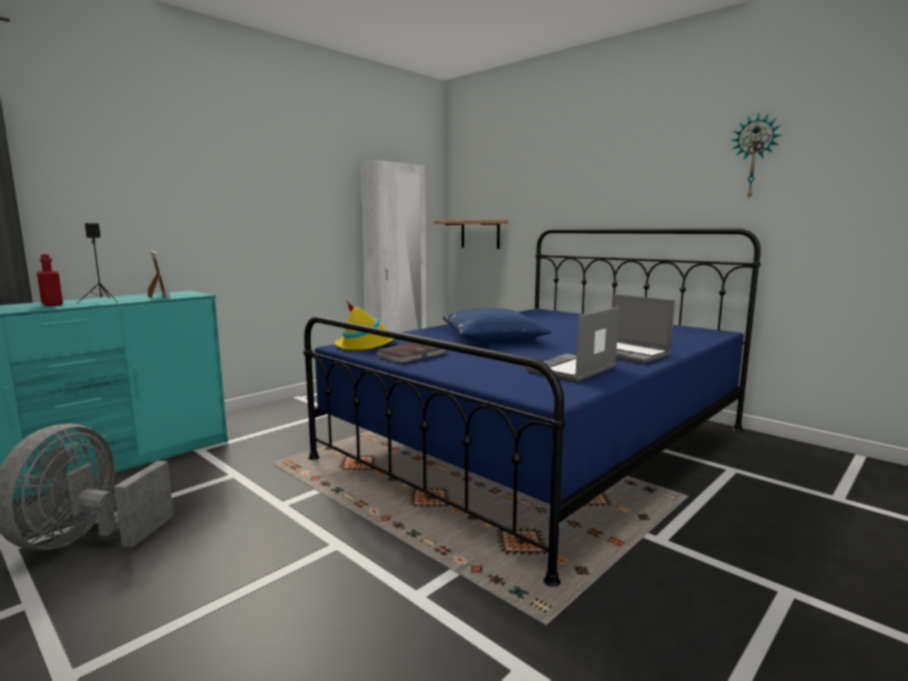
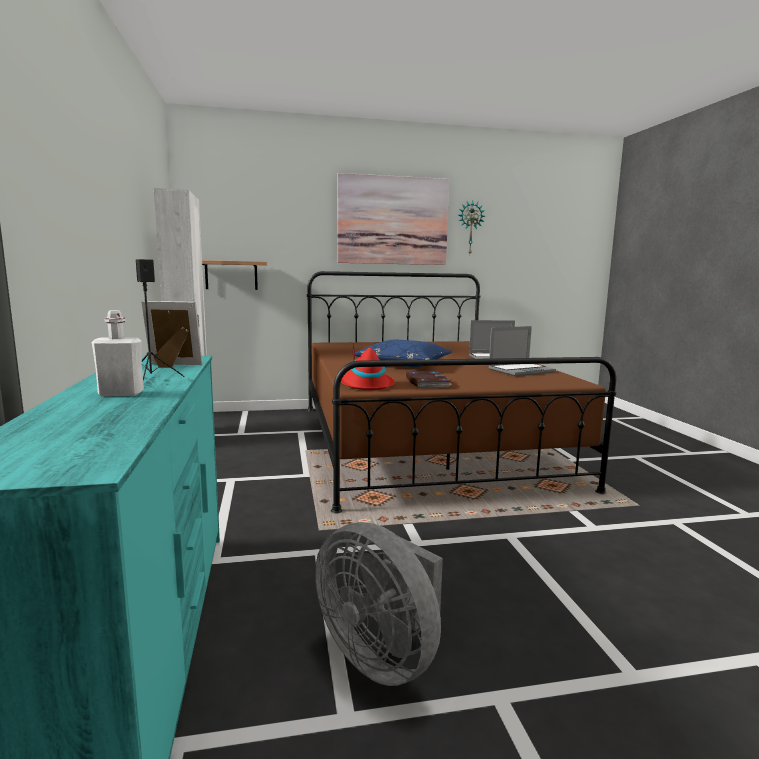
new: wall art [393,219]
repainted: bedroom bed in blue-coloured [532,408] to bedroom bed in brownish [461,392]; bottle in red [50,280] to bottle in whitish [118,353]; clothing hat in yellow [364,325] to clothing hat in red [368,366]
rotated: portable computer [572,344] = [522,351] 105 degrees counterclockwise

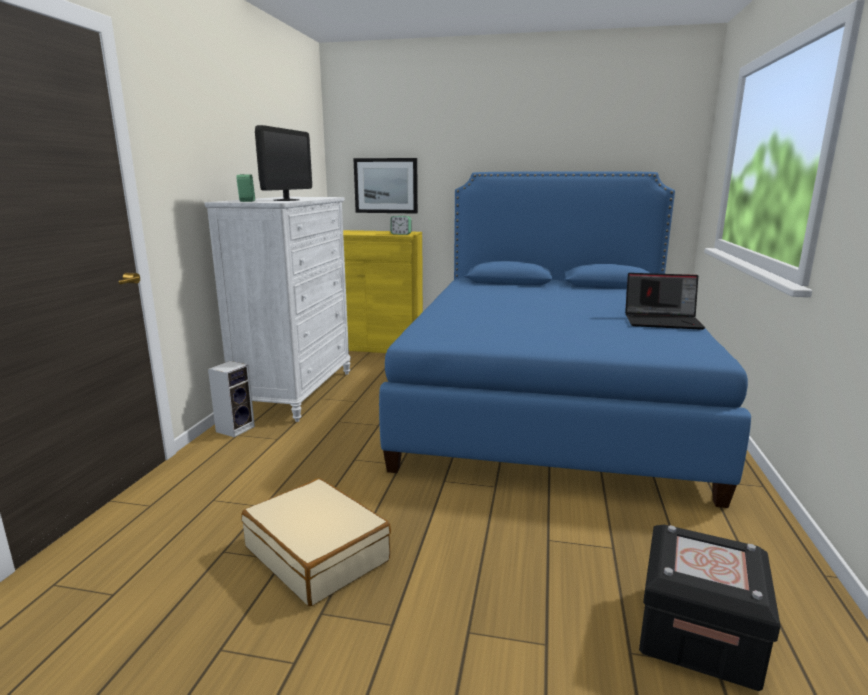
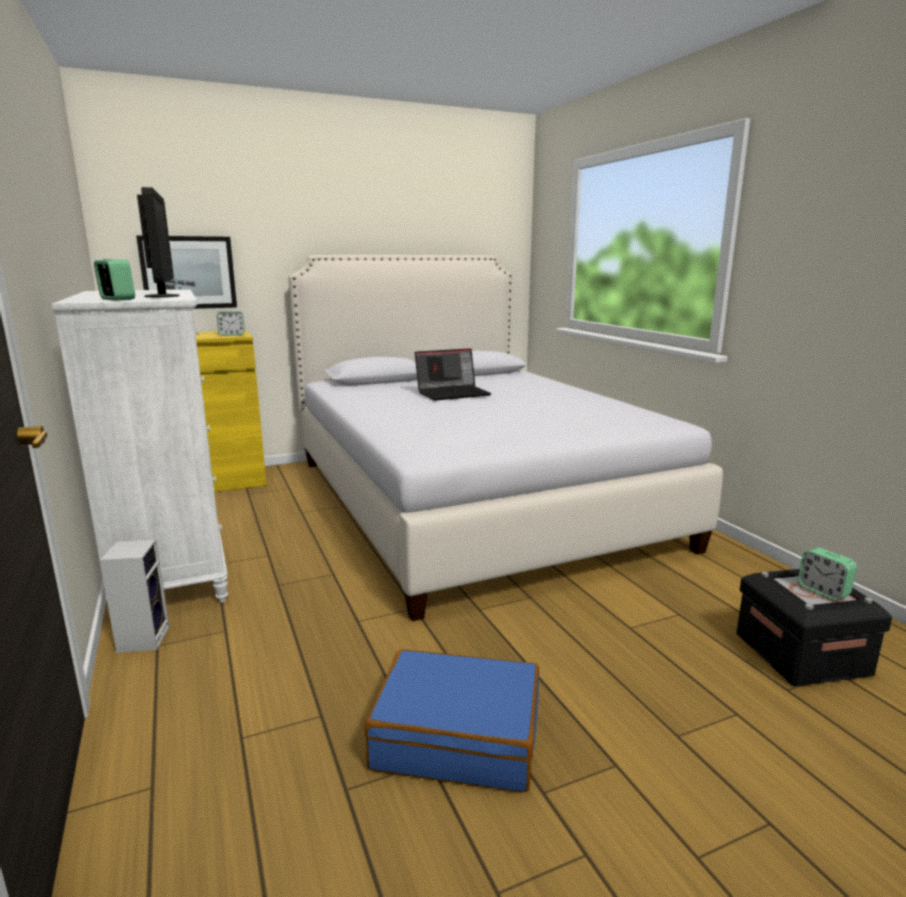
new: table clock [827,573]
shifted: portable computer [665,301] to [453,374]
repainted: bedroom bed in blue-coloured [565,339] to bedroom bed in whitish [505,438]; suitcase in sand-coloured [316,542] to suitcase in blue-coloured [452,720]

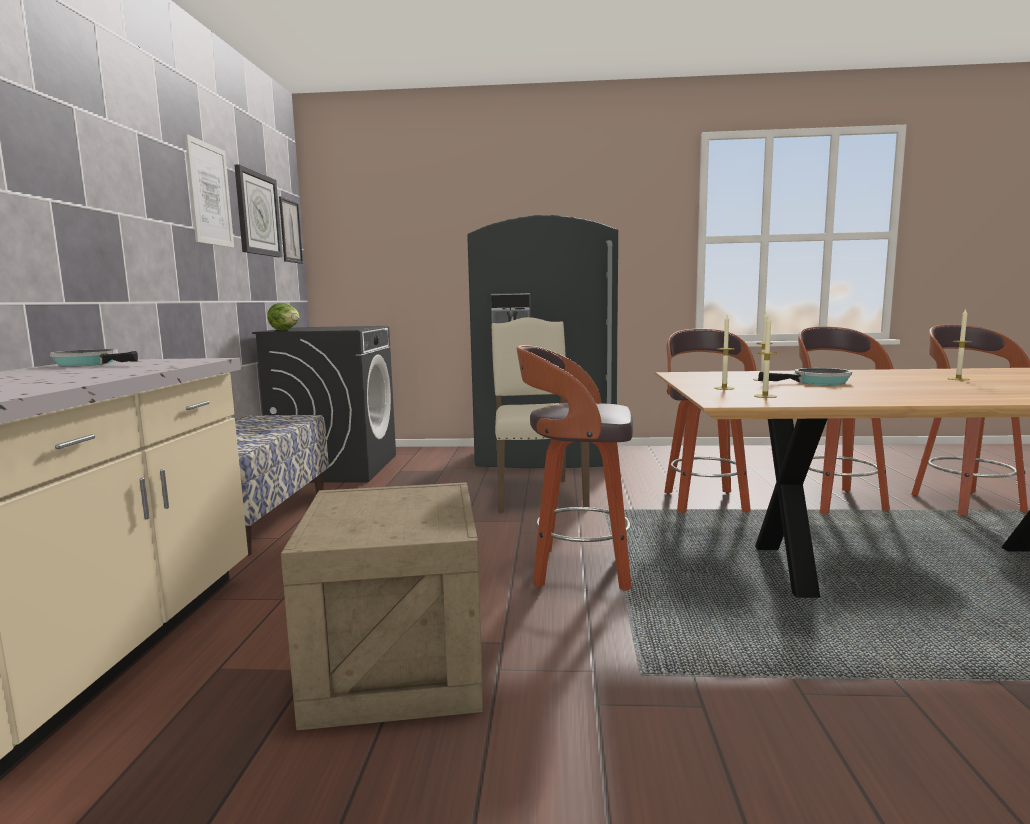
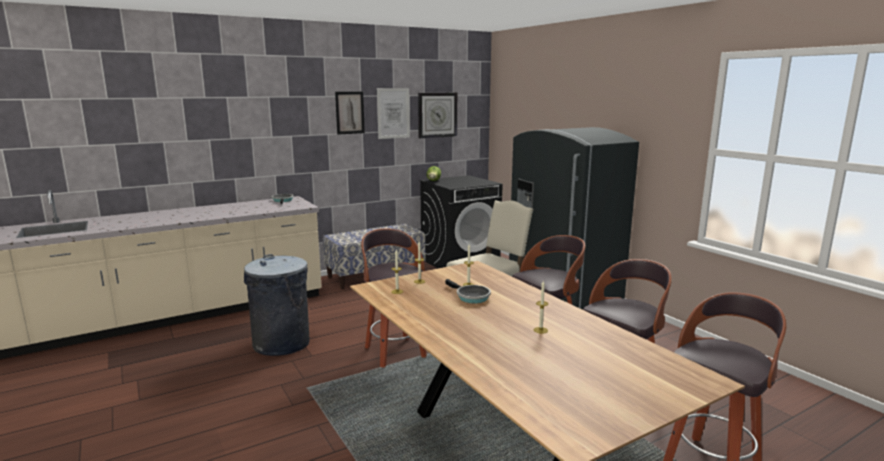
shifted: wall art [291,230] to [350,113]
swapped: crate [382,606] to waste bin in gray [277,305]

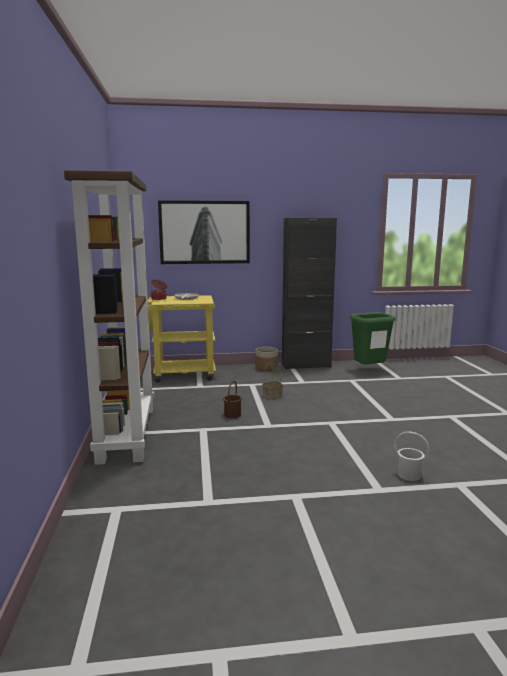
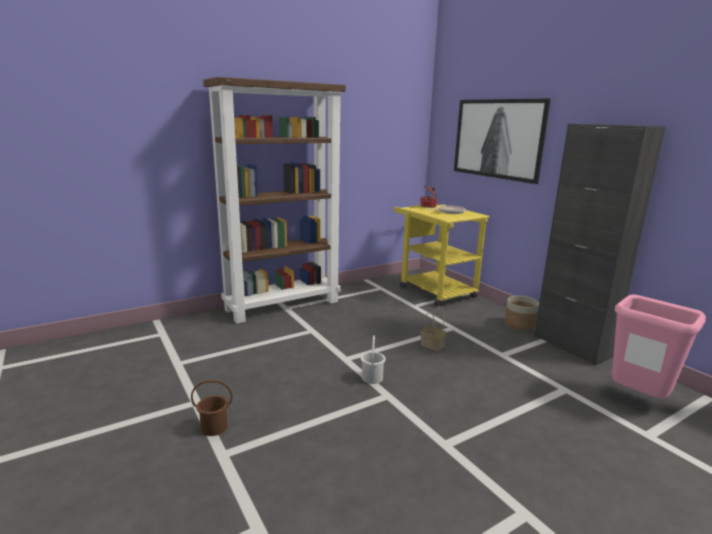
shifted: bucket in brownish [232,399] to [211,408]; bucket in whitish [411,456] to [373,359]
repainted: waste bin in green [373,338] to waste bin in pink [659,346]

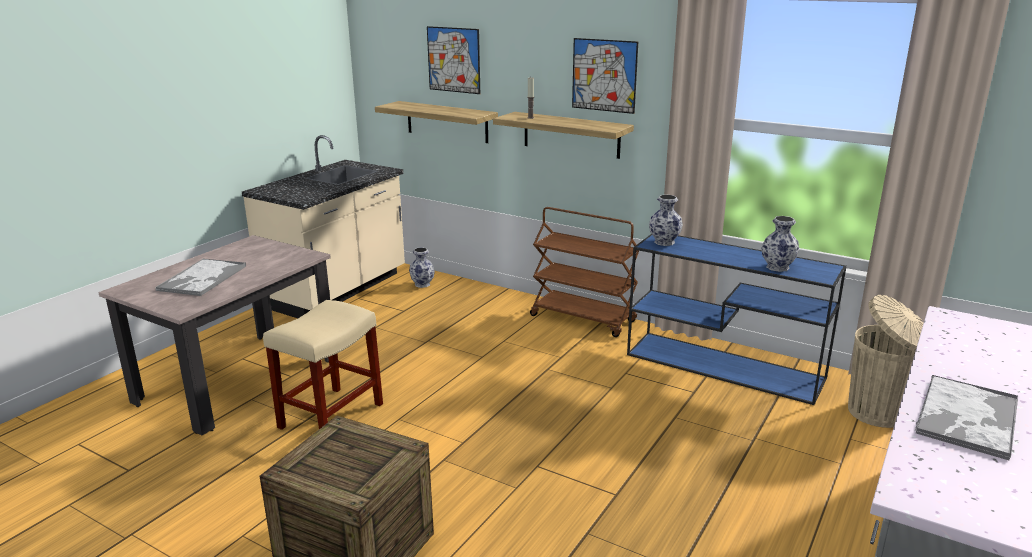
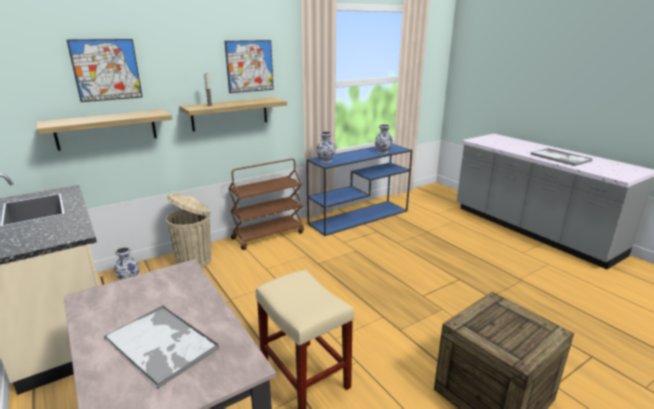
shifted: waste bin in sand-coloured [885,361] to [188,230]

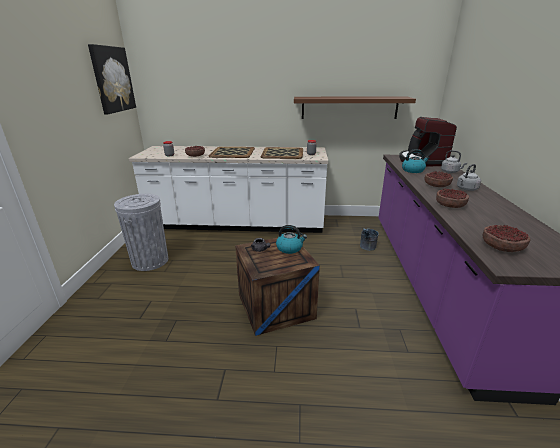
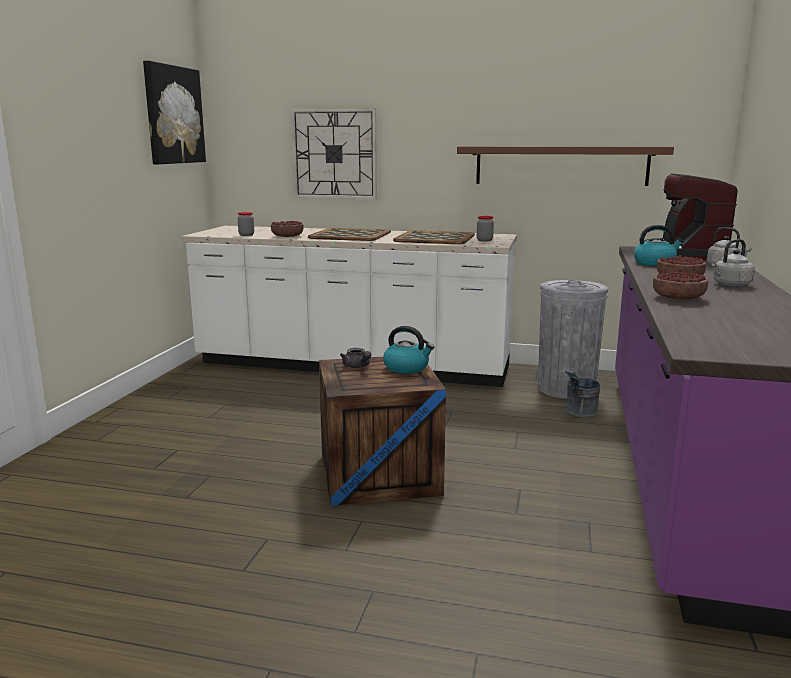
gone: serving bowl [506,238]
new: wall clock [334,153]
shifted: waste bin in gray [141,232] to [573,339]

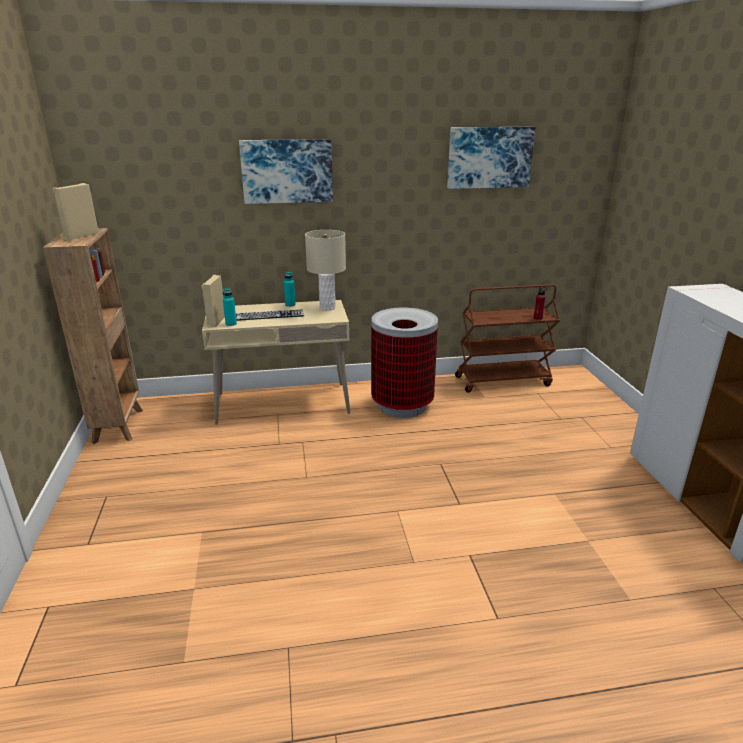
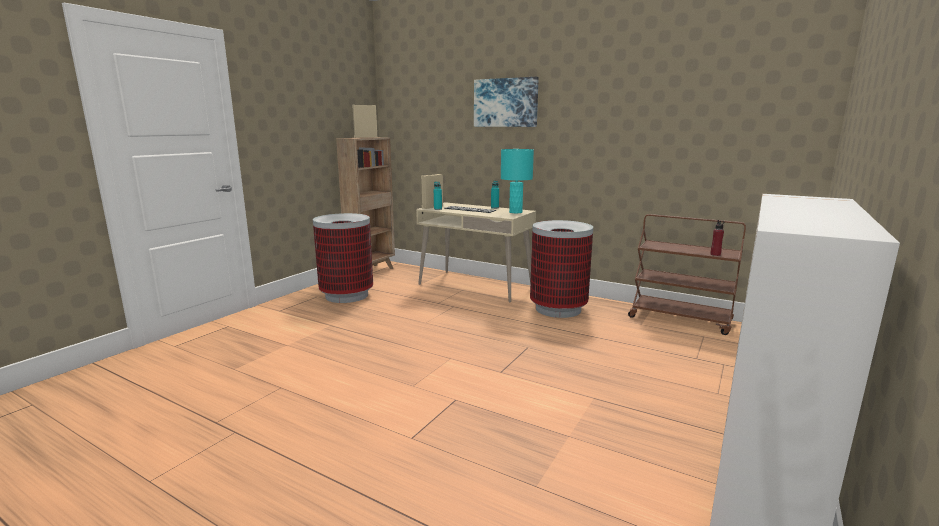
gone: wall art [491,158]
new: waste bin [343,258]
repainted: lamp for a table in sand-coloured [325,270] to lamp for a table in turquoise [517,181]

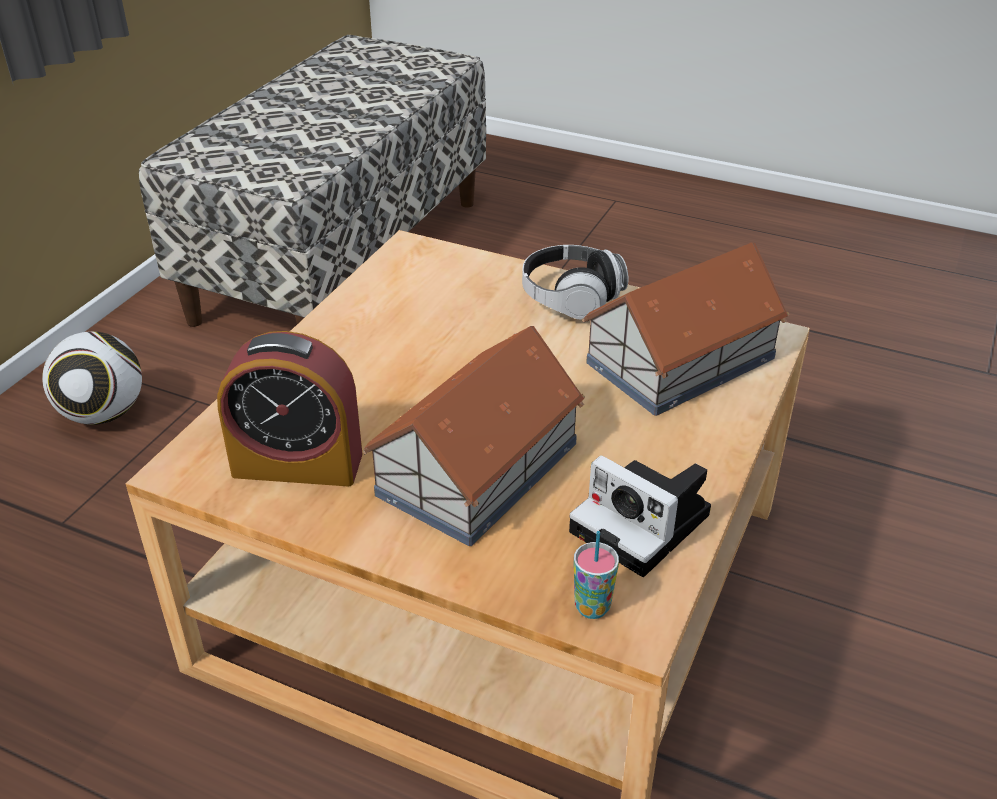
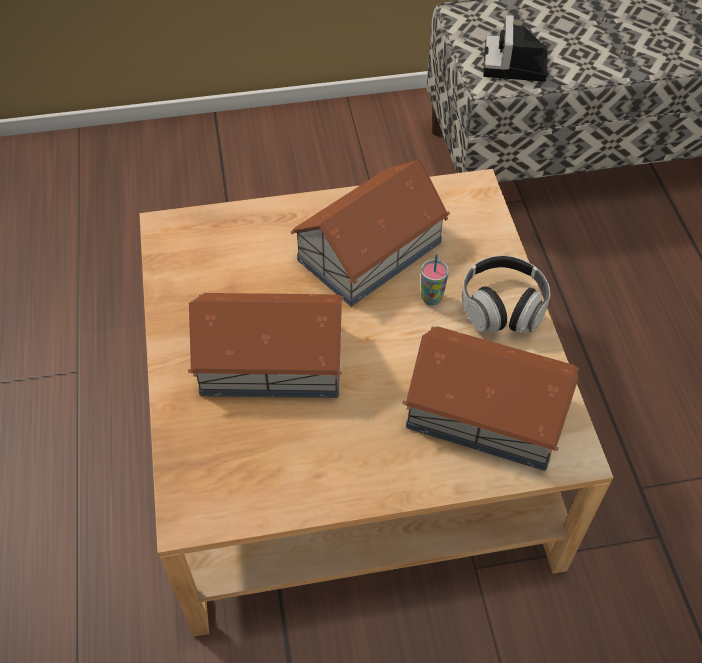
gone: football ball [92,378]; table clock [289,409]
new: model house [370,233]
shifted: photo camera [640,516] to [515,48]; small cup [596,575] to [435,279]

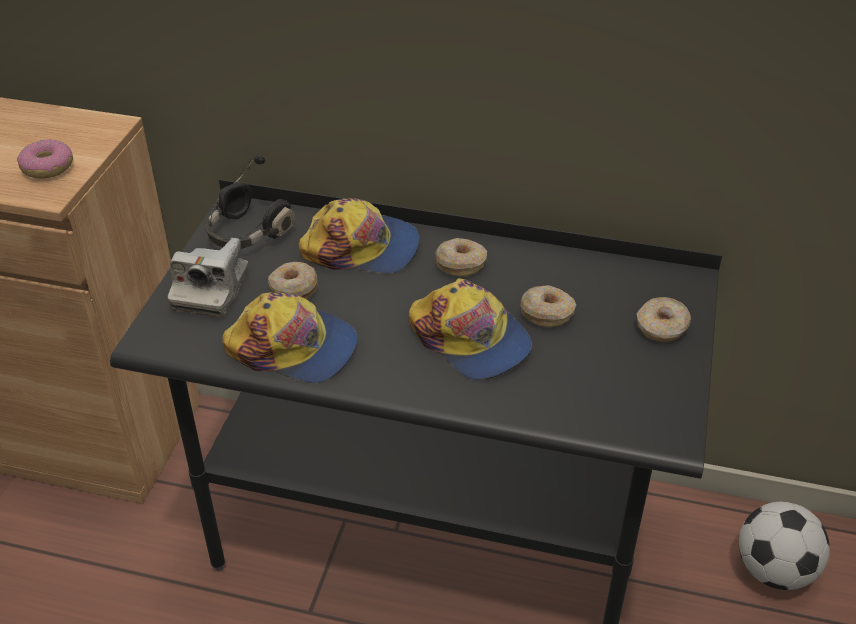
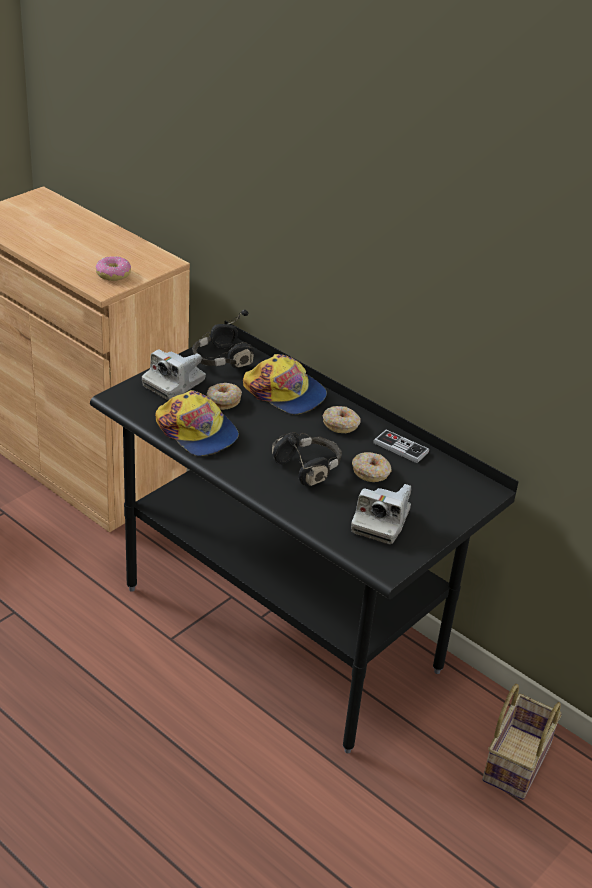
gone: donut [664,319]
new: gamepad [401,446]; photo camera [381,514]
swapped: cap [470,329] to pair of headphones in black-coloured [307,459]; football ball [784,546] to basket [522,742]

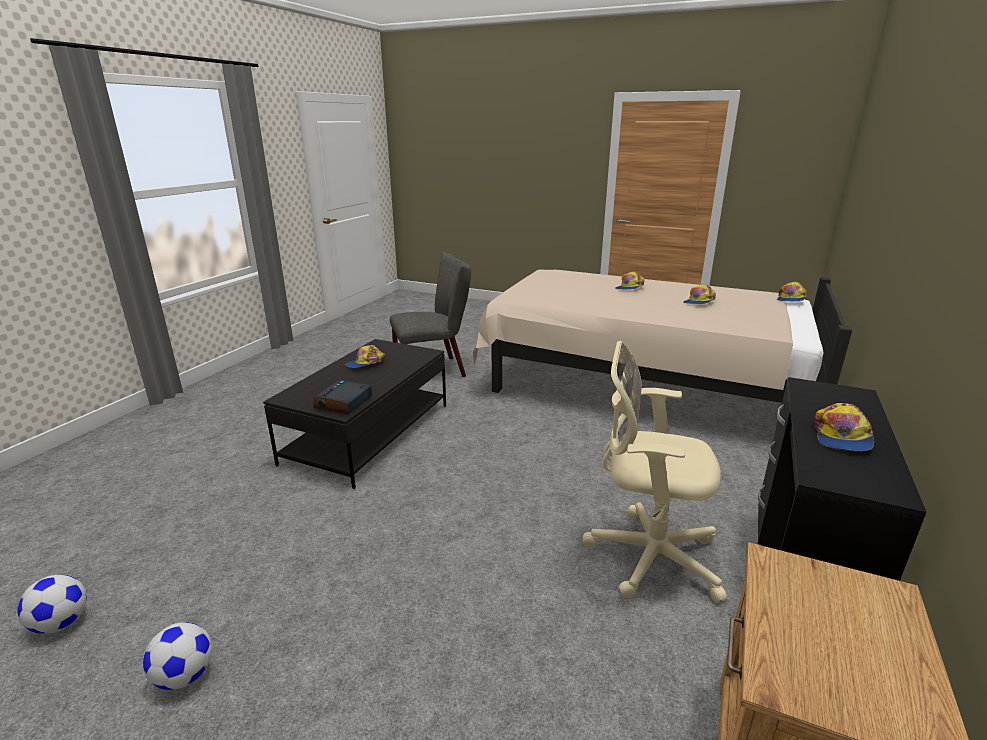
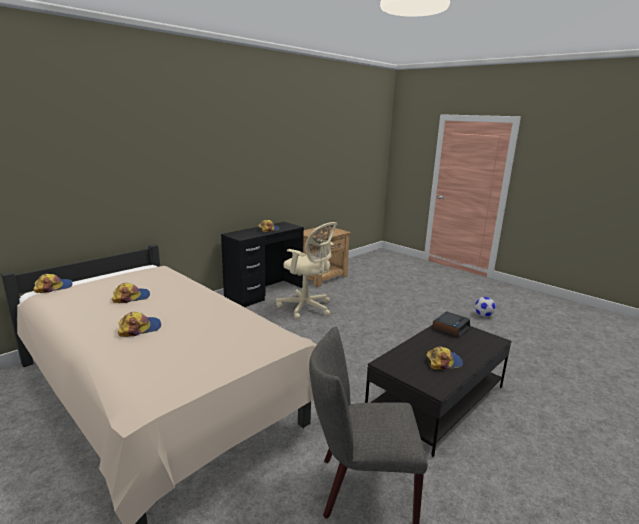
gone: football ball [52,604]

